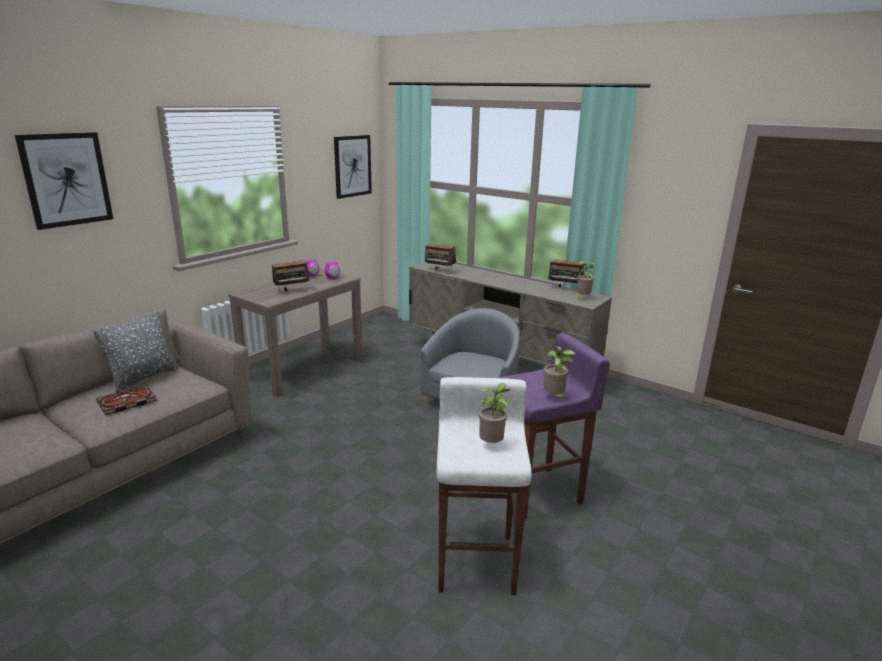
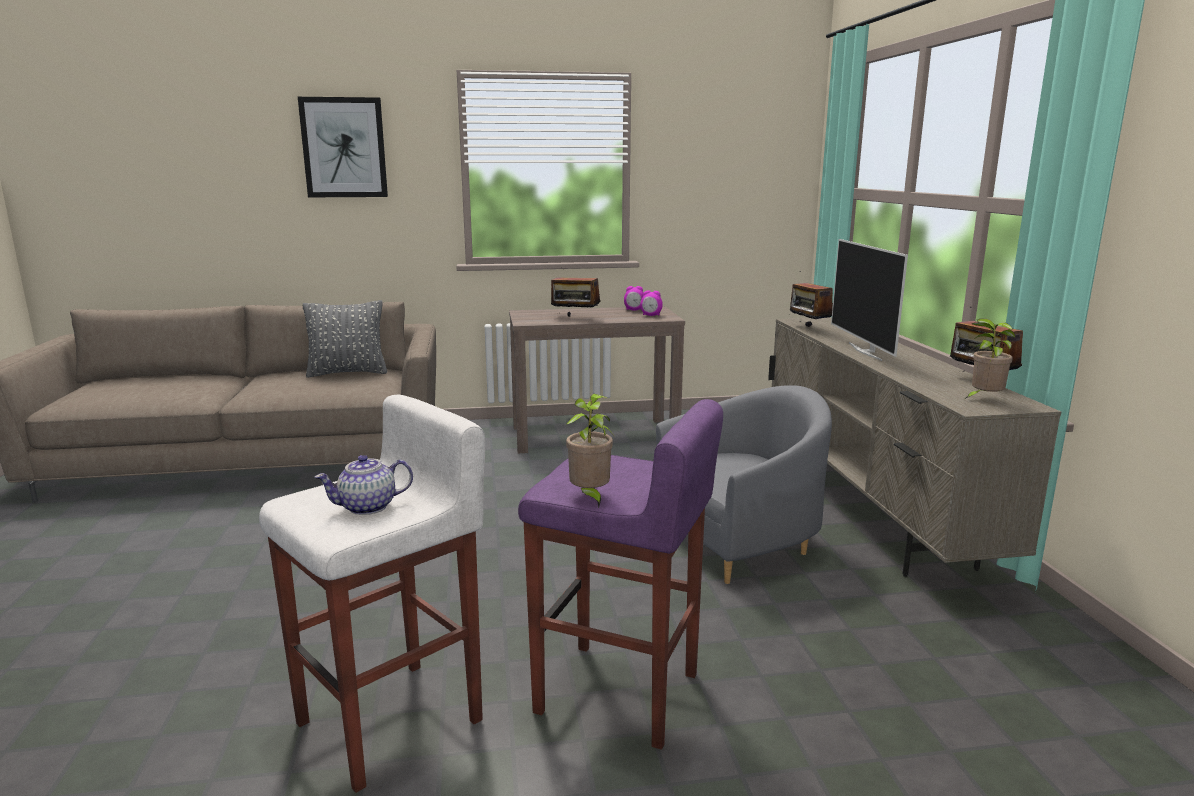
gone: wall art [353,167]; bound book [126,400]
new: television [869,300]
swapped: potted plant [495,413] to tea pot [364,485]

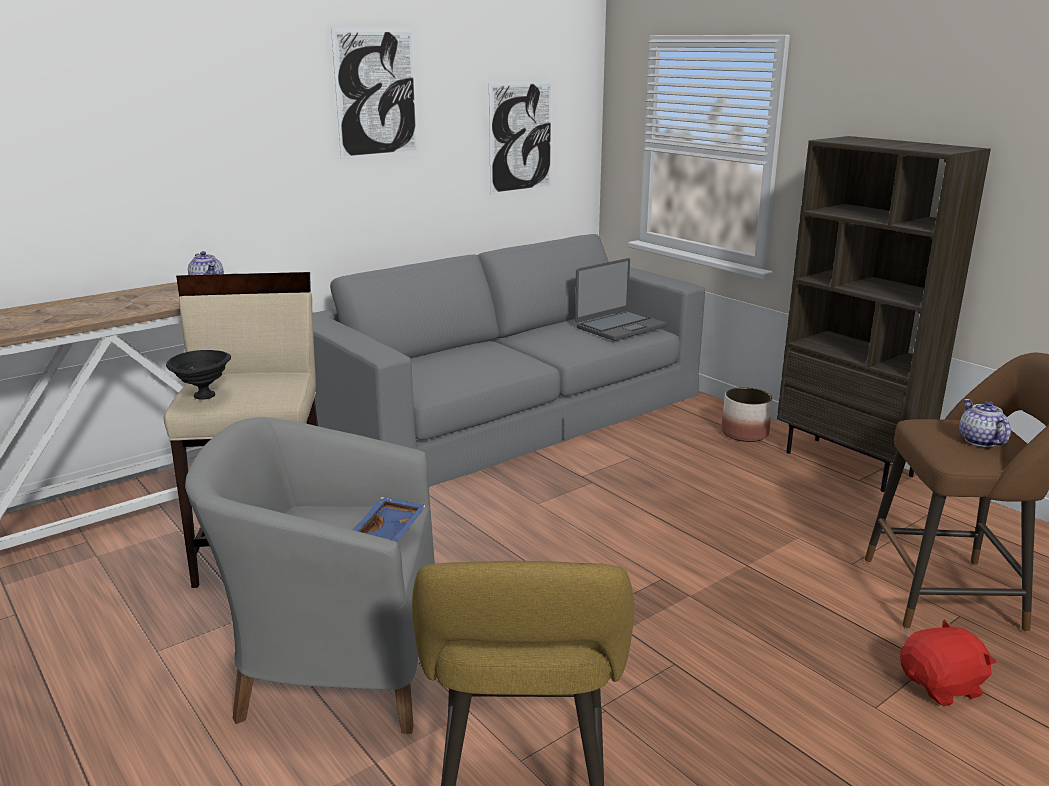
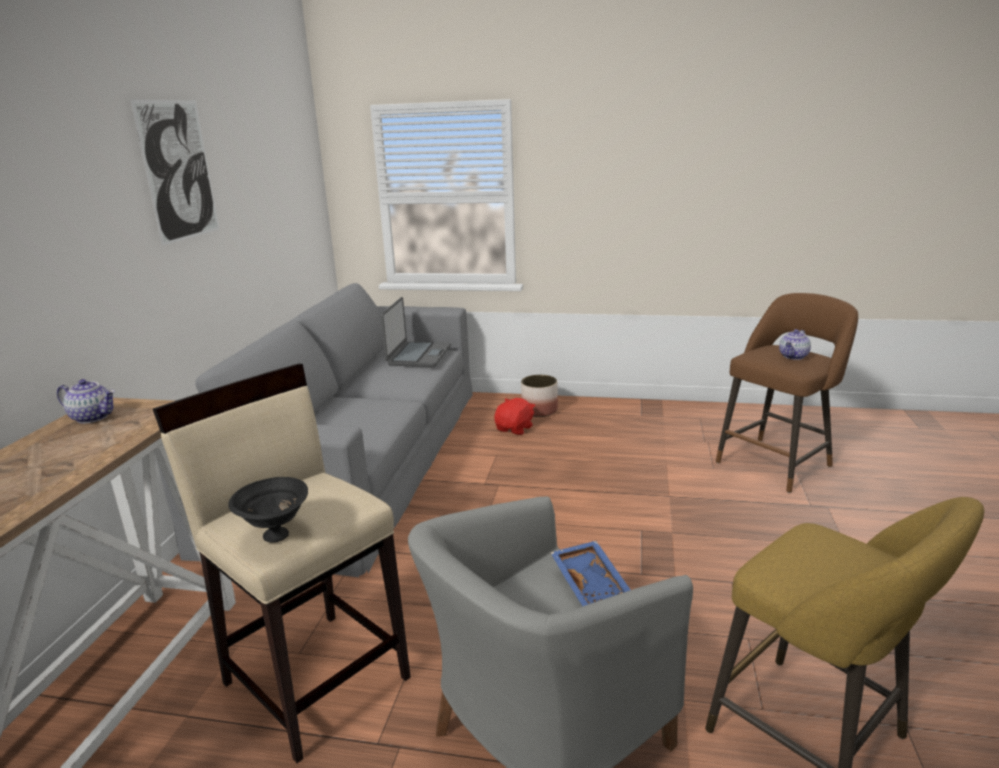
gone: wall art [521,138]; shelving unit in brownish [884,314]
shifted: soft toy in red [948,663] to [514,416]
rotated: tea pot [985,423] = [795,344] 90 degrees counterclockwise

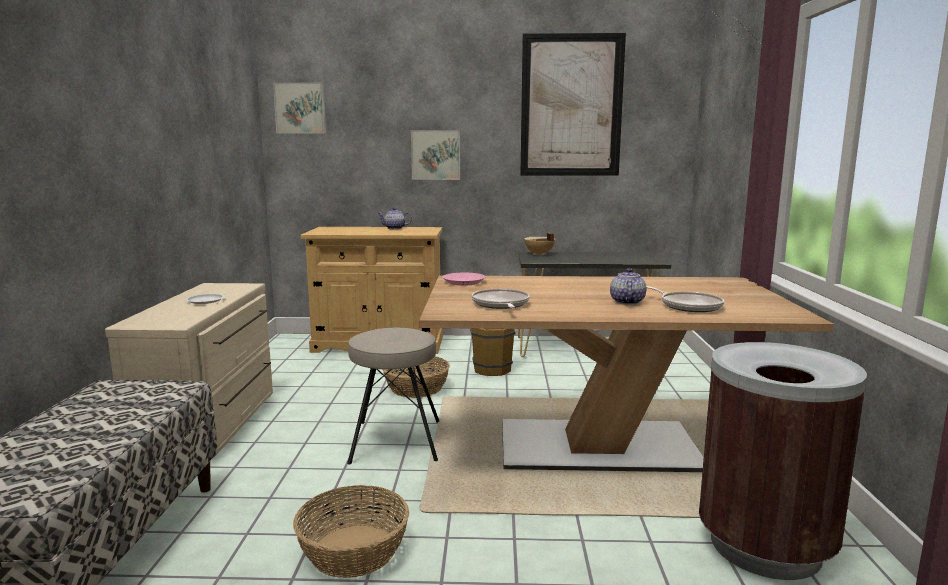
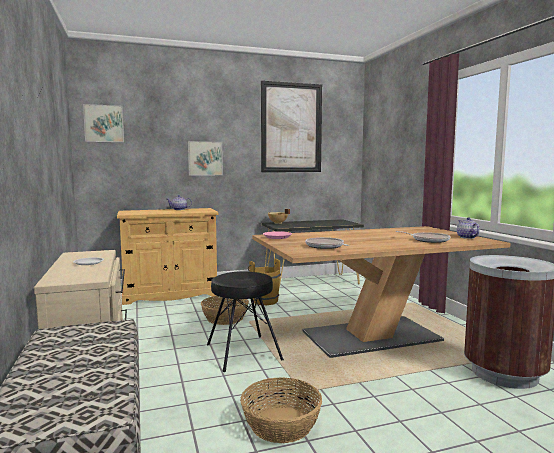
shifted: tea pot [628,286] to [468,228]
repainted: stool seat in sand-coloured [393,395] to stool seat in black-coloured [245,321]

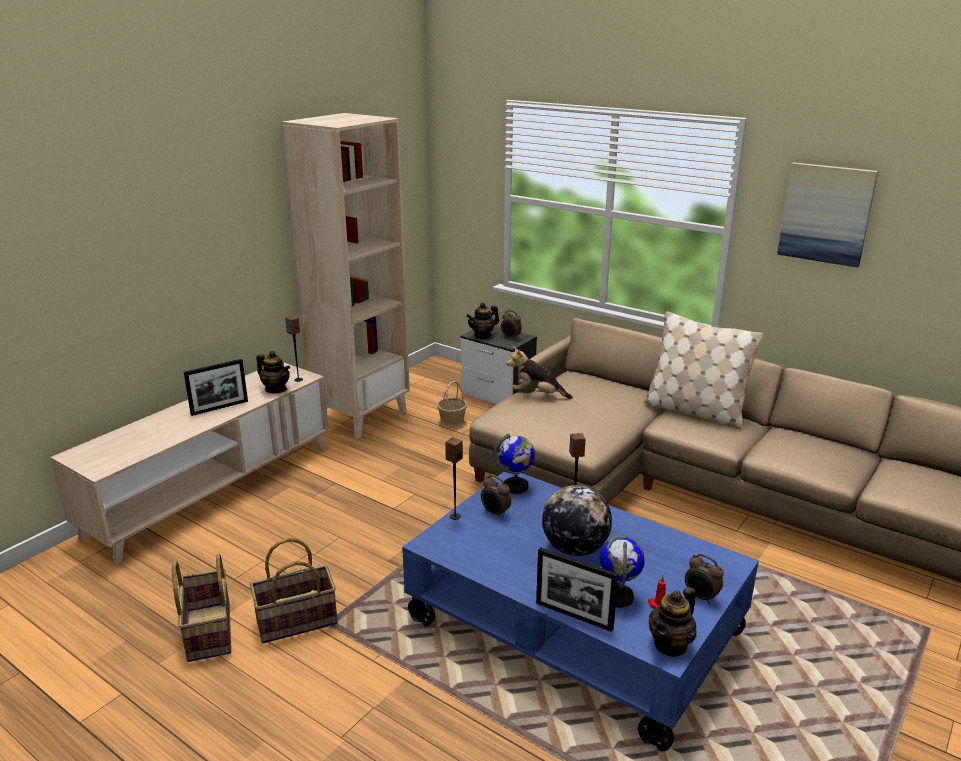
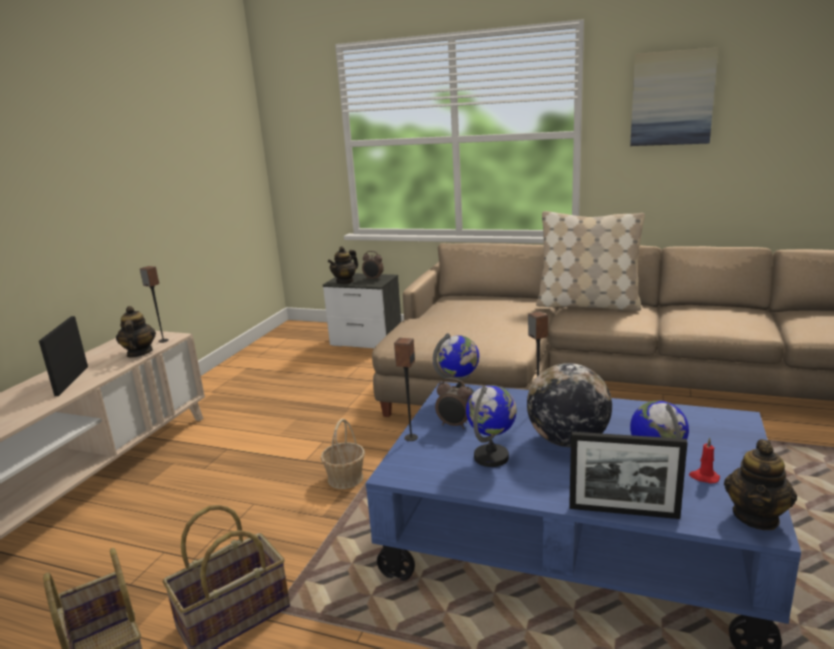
gone: shelving unit in sand-coloured [346,276]; soft toy [539,373]; table clock [704,579]
new: world globe [491,426]
shifted: basket [452,404] to [343,453]
rotated: tea pot [273,372] = [136,331] 120 degrees counterclockwise; standing frame [216,387] = [63,356] 135 degrees clockwise

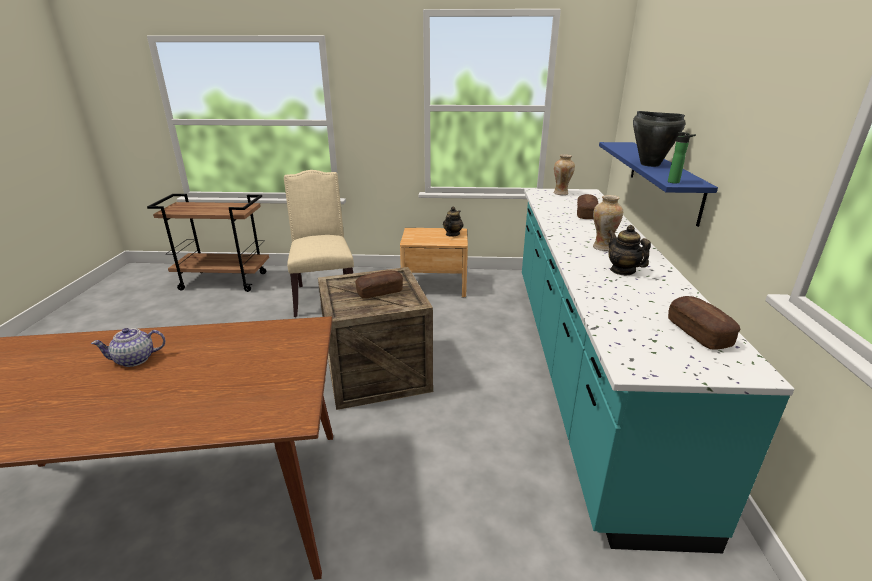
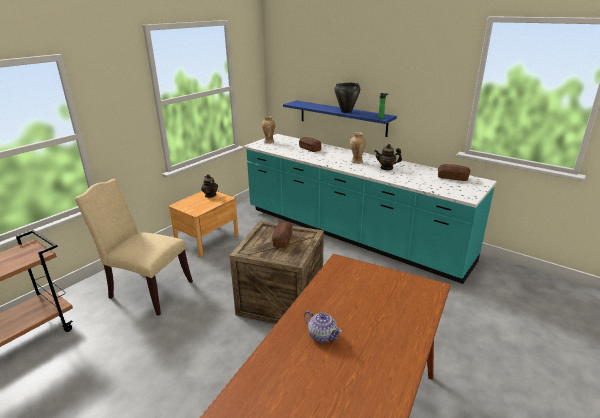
rotated: tea pot [128,347] = [323,326] 60 degrees counterclockwise

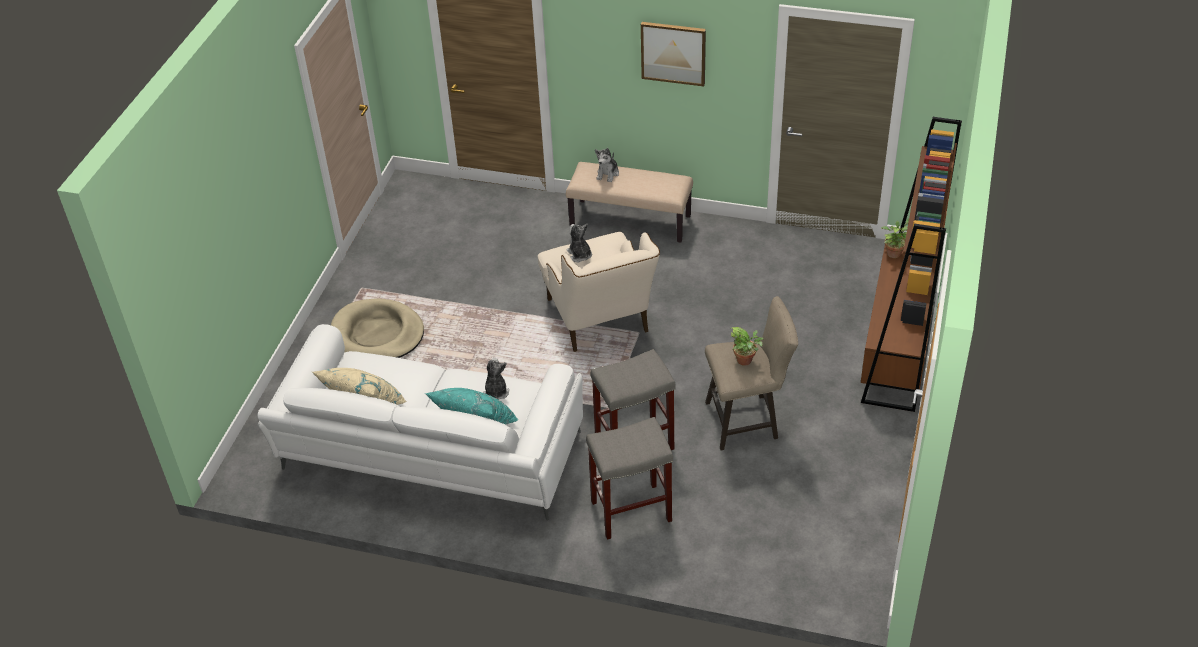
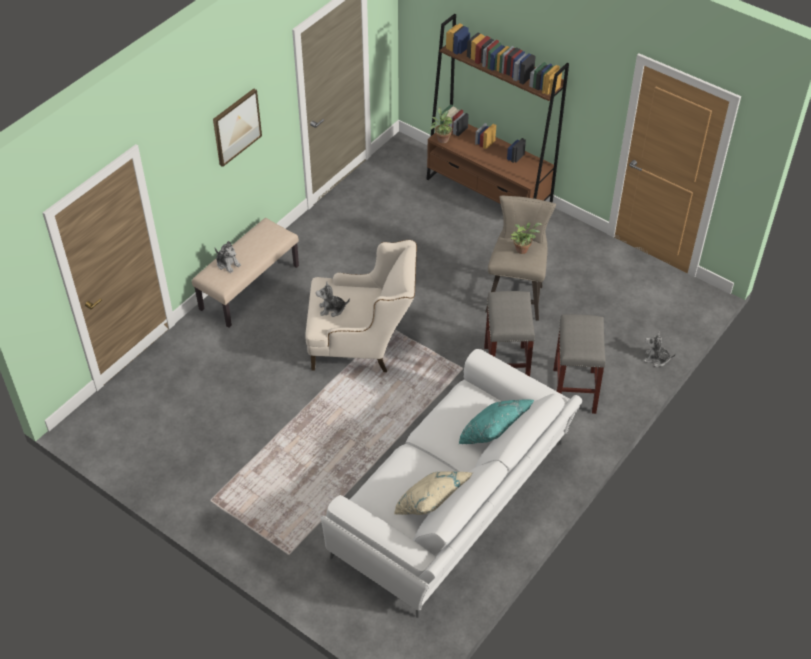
gone: dog bed in sand-coloured [377,328]
shifted: soft toy [496,379] to [660,349]

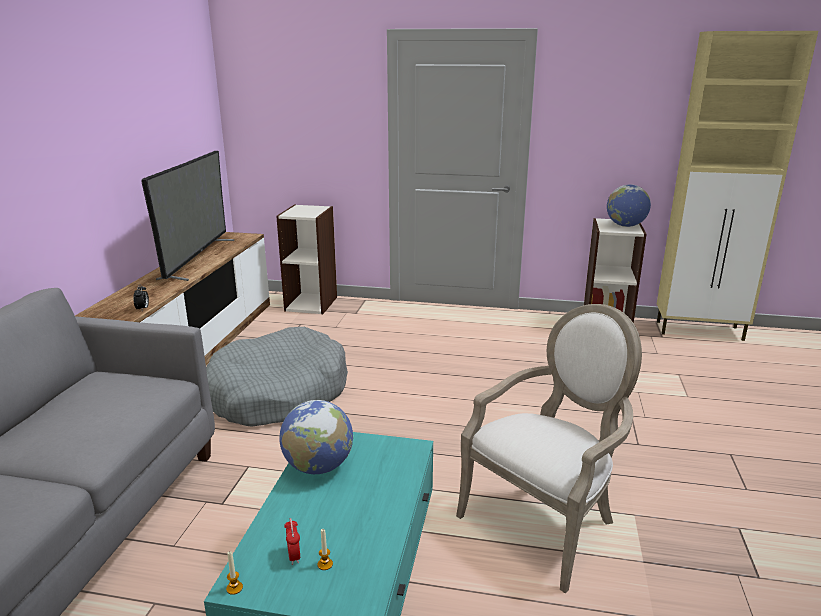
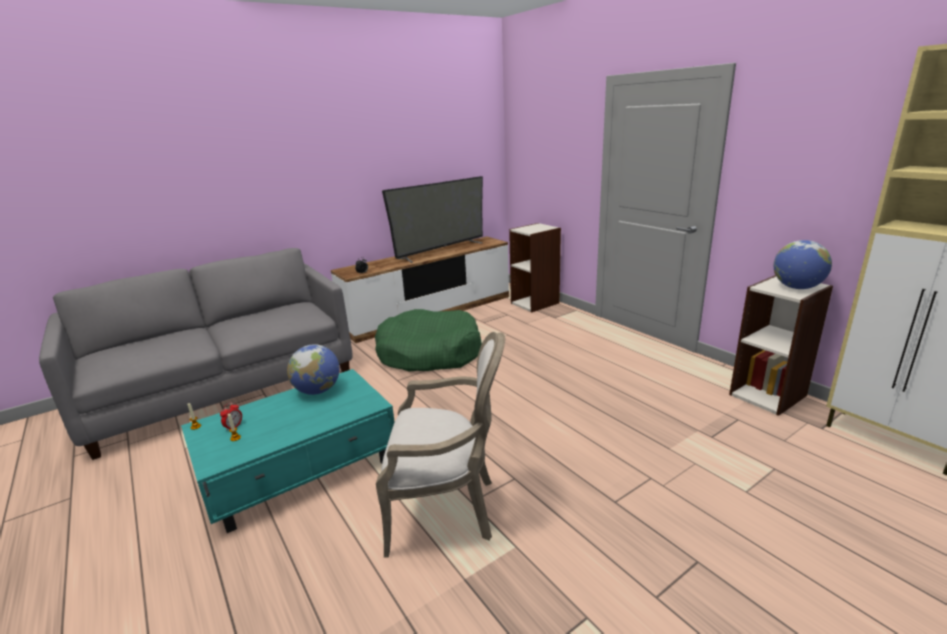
repainted: dog bed in gray [277,377] to dog bed in green [428,340]

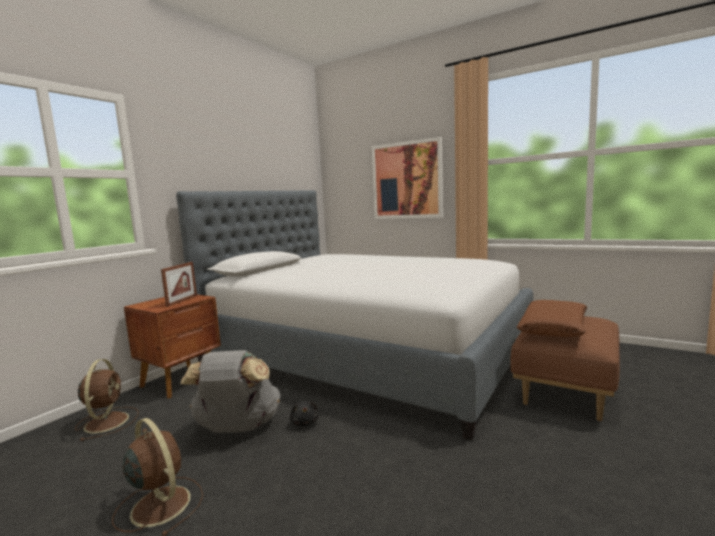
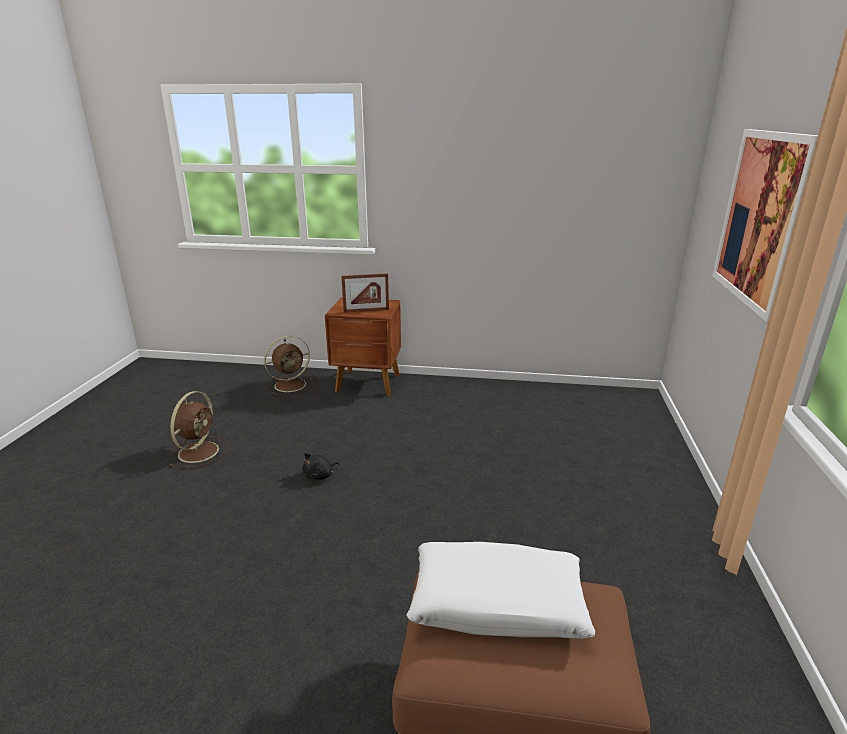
gone: bedroom bed [354,315]; knapsack in gray [230,391]
repainted: throw pillow in brownish [552,318] to throw pillow in whitish [500,590]

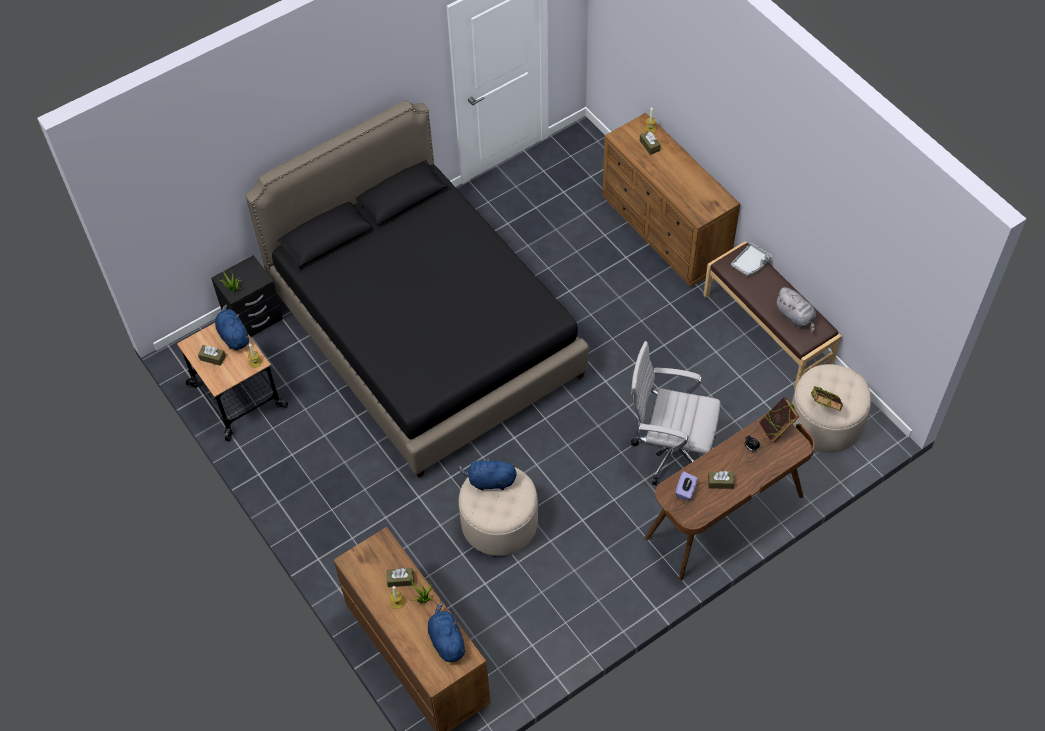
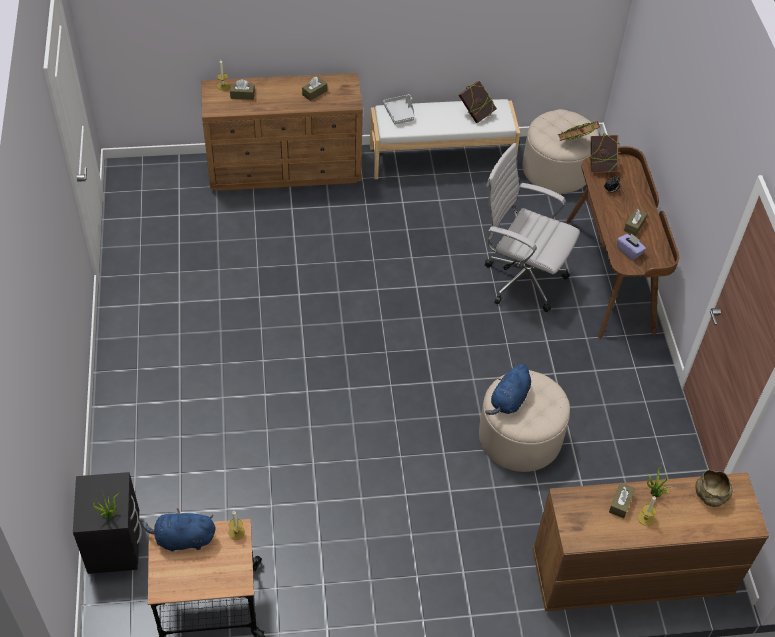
gone: bedroom bed in black-coloured [417,289]
shifted: box of tissues in brownish [212,355] to [314,89]
swapped: soft toy in gray [795,310] to bound book [478,102]; soft toy in blue-coloured [447,632] to serving bowl in sand-coloured [713,488]
repainted: long seat in brownish [773,315] to long seat in whitish [445,139]
rotated: office chair in whitish [676,413] = [532,227] 75 degrees clockwise

